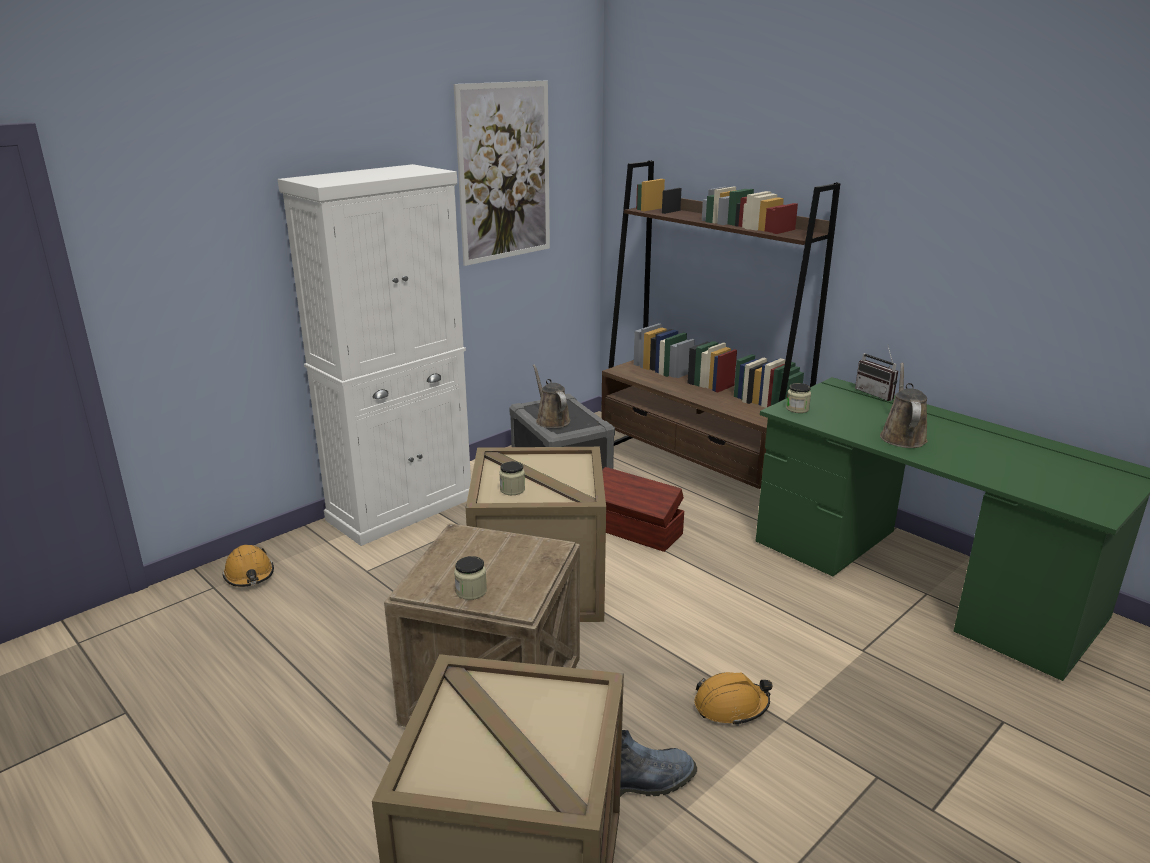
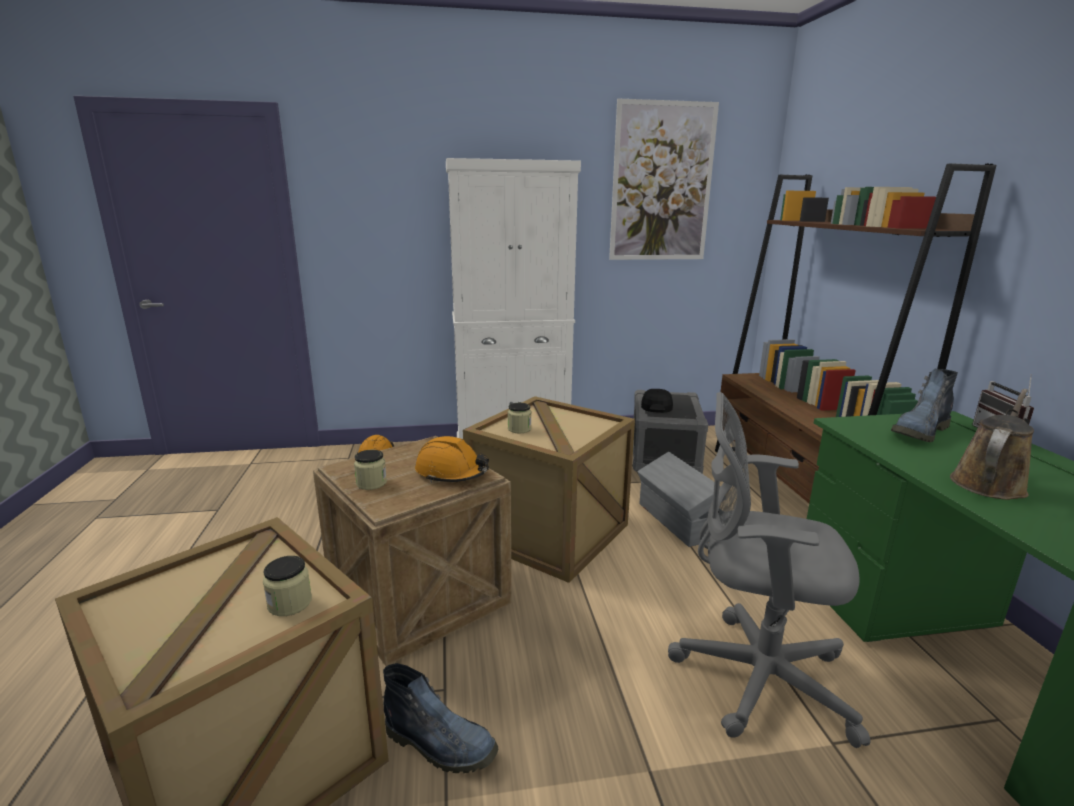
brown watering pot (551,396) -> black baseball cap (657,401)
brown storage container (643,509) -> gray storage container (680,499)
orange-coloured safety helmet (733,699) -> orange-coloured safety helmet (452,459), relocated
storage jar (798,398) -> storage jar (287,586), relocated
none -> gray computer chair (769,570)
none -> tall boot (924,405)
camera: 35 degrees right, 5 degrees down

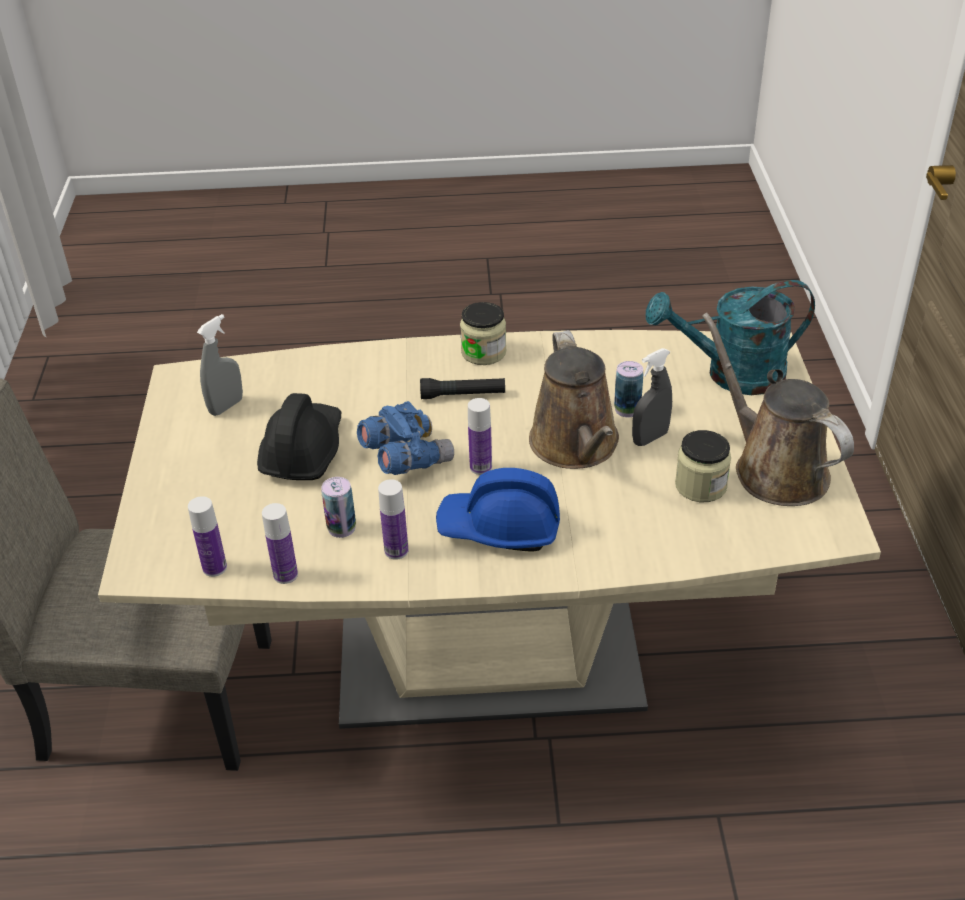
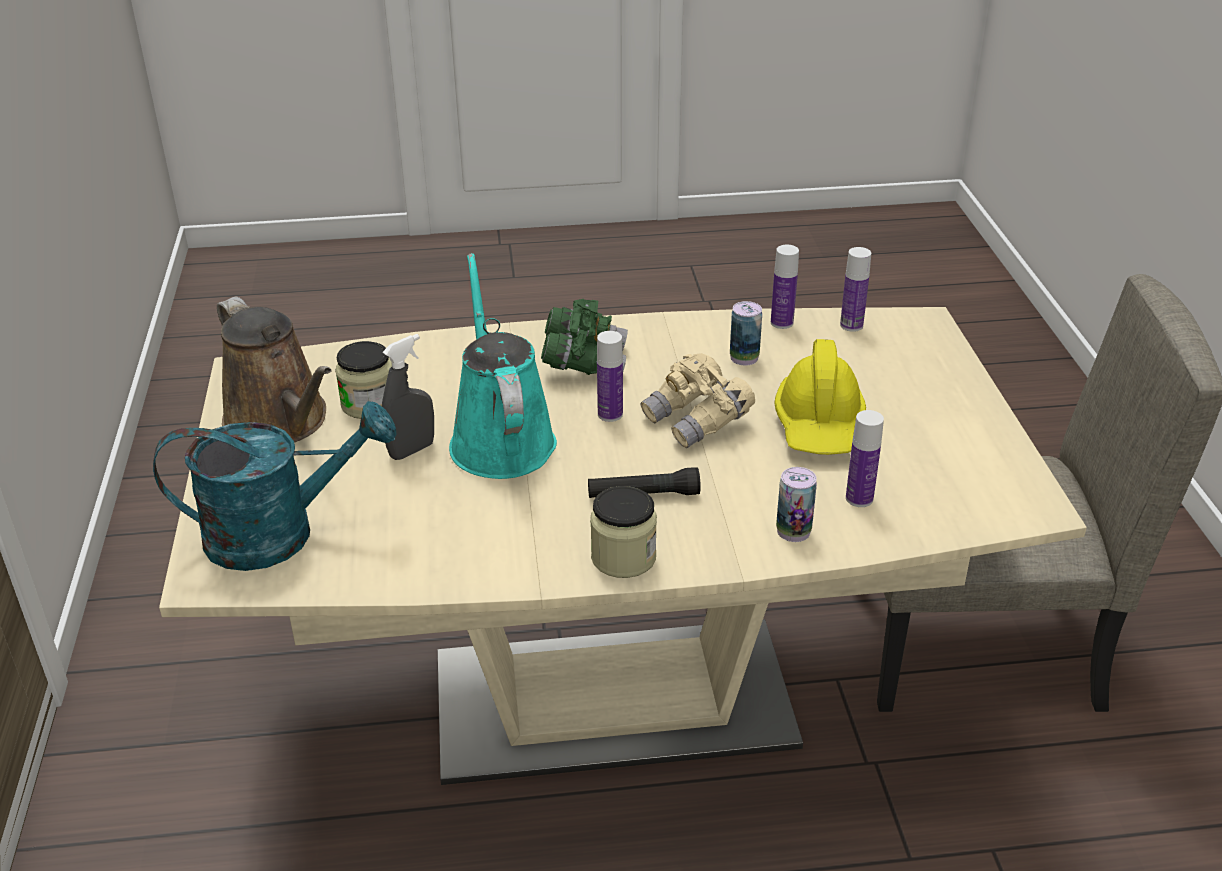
gray sprayer (220,365) -> none
black safety helmet (299,436) -> yellow-coloured safety helmet (820,397)
bluish field glasses (405,438) -> beige-coloured field glasses (698,400)
bottle (393,519) -> bottle (865,458), relocated
bluish safety helmet (498,510) -> green-coloured field glasses (584,337)
brown watering pot (574,399) -> turquoise-coloured watering pot (503,366)
metal can (629,389) -> metal can (796,504), relocated
camera: 175 degrees right, 5 degrees down

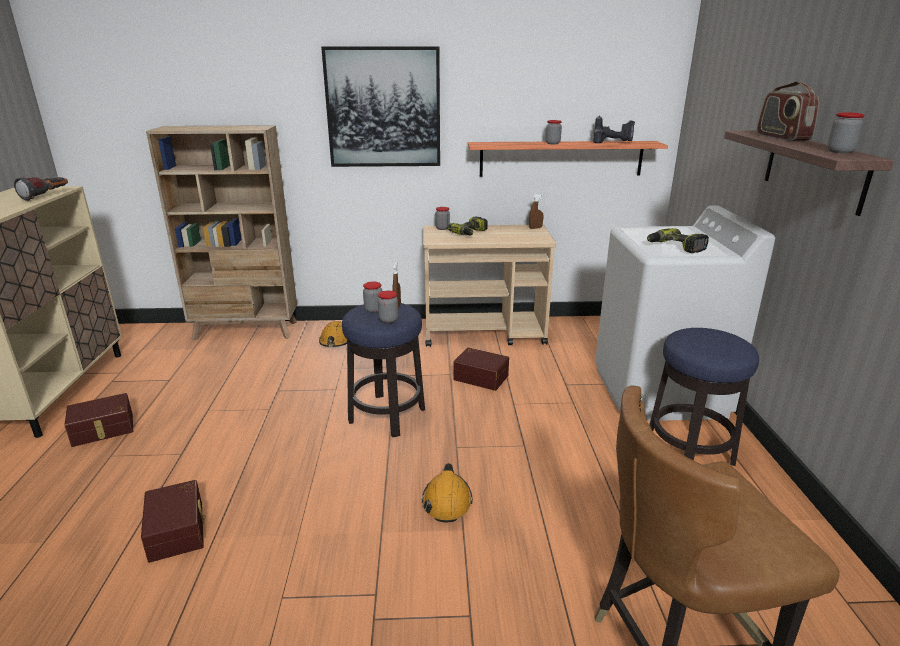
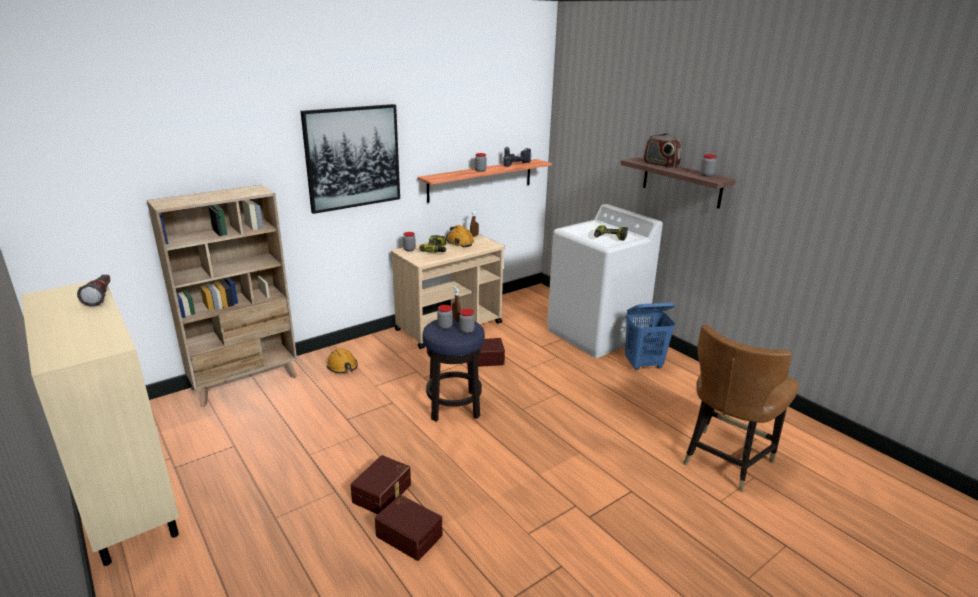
brown storage container (98,420) -> brown storage container (380,484), relocated
orange-coloured safety helmet (447,492) -> orange-coloured safety helmet (460,236), relocated
stool seat (704,397) -> bluish hamper (650,336)
camera: 35 degrees left, 0 degrees up

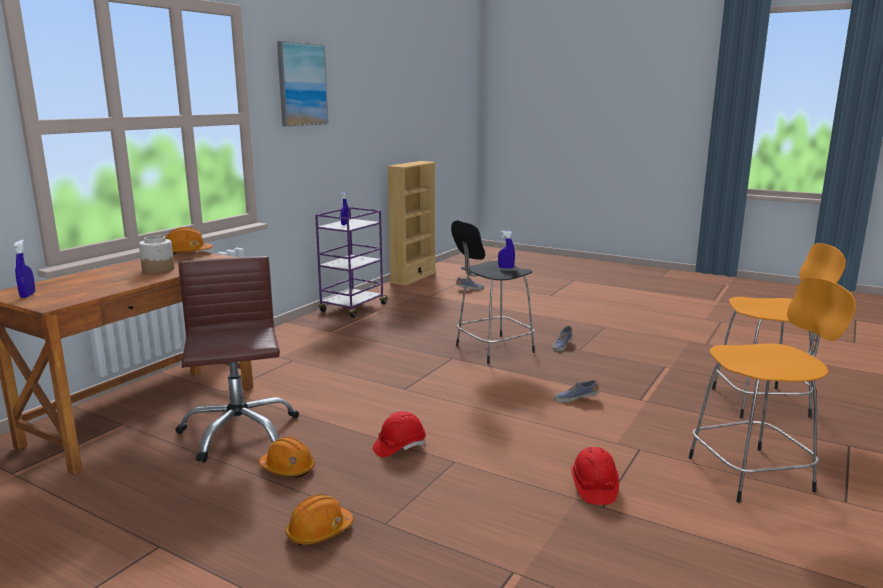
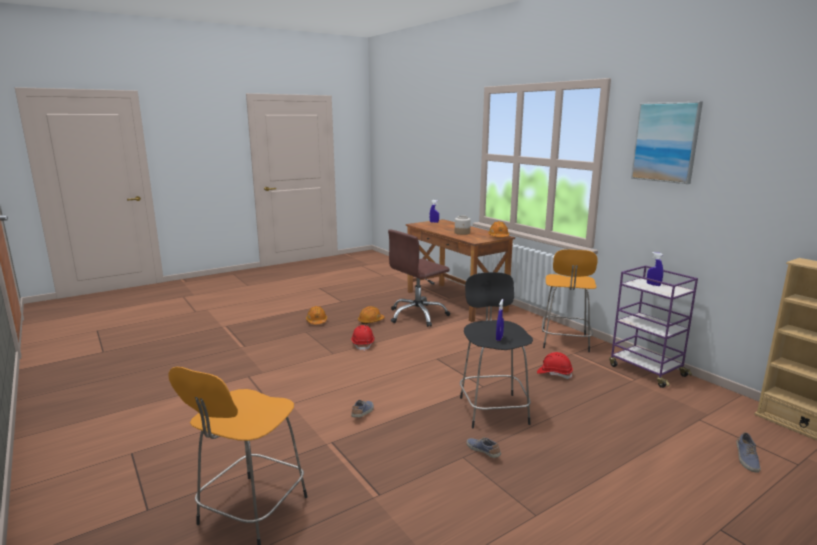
brown computer chair (237,359) -> brown computer chair (419,278), 135 degrees clockwise
reddish safety helmet (595,476) -> reddish safety helmet (555,365), relocated
orange-coloured stool seat (772,390) -> orange-coloured stool seat (570,300), relocated
camera: 115 degrees right, 0 degrees up

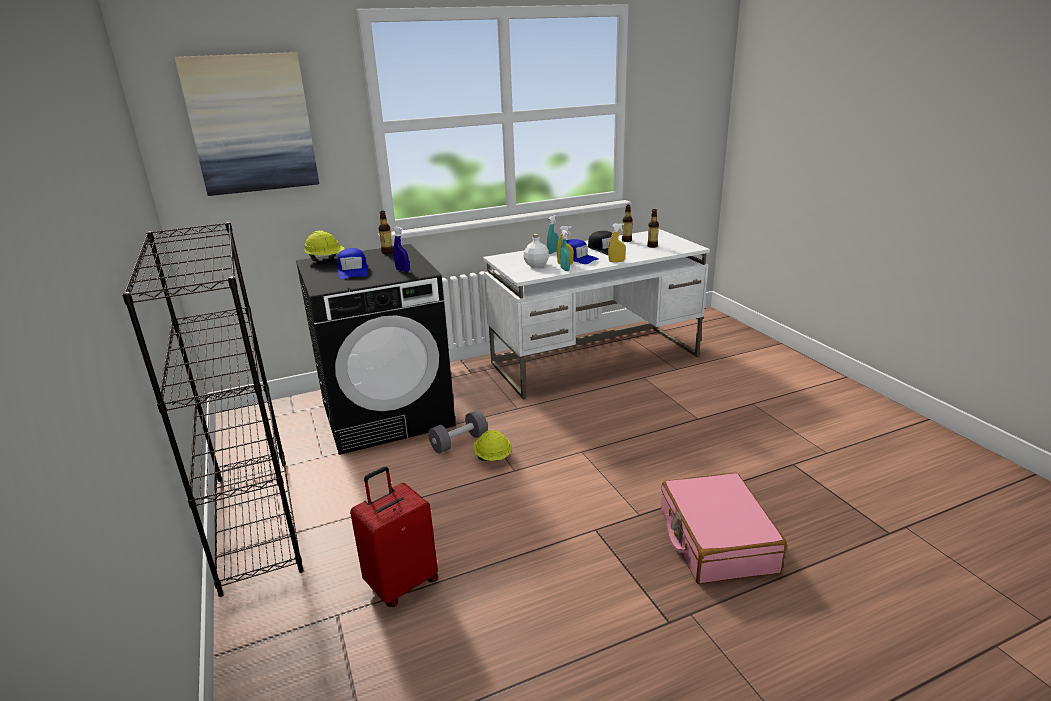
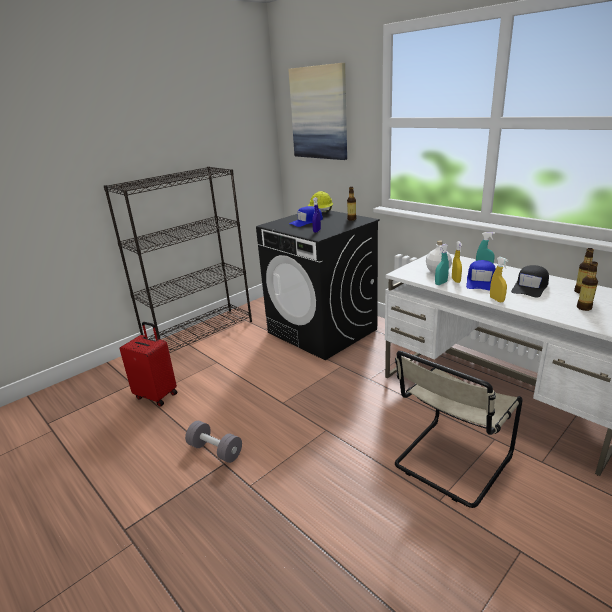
gray free weight (458,431) -> gray free weight (213,442), relocated
yellow-coloured safety helmet (492,445) -> none
pink travel case (724,528) -> none
none -> beige-coloured upright chair (459,429)
camera: 70 degrees right, 0 degrees up

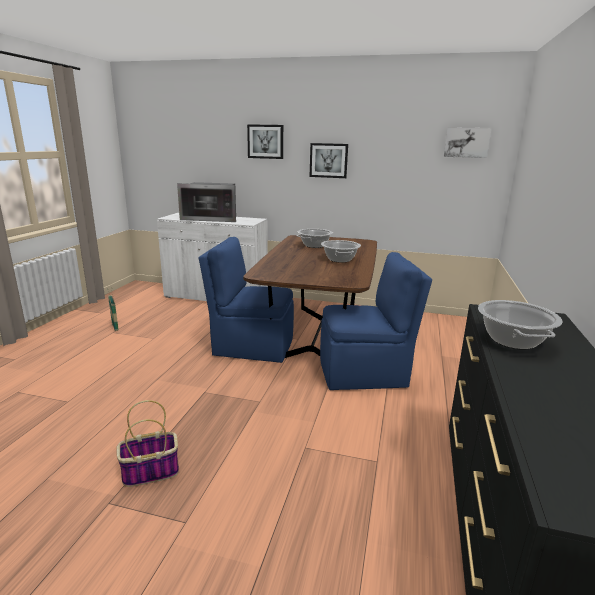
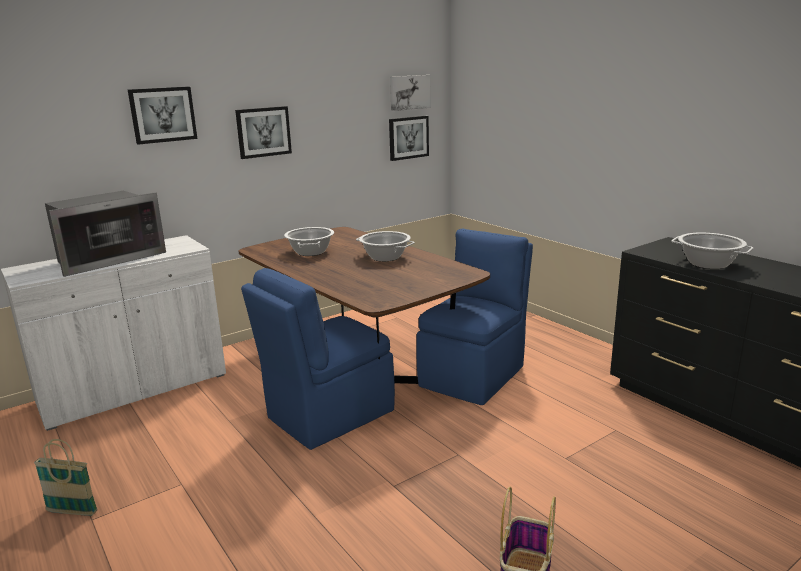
none -> picture (409,138)
camera: 50 degrees left, 0 degrees up

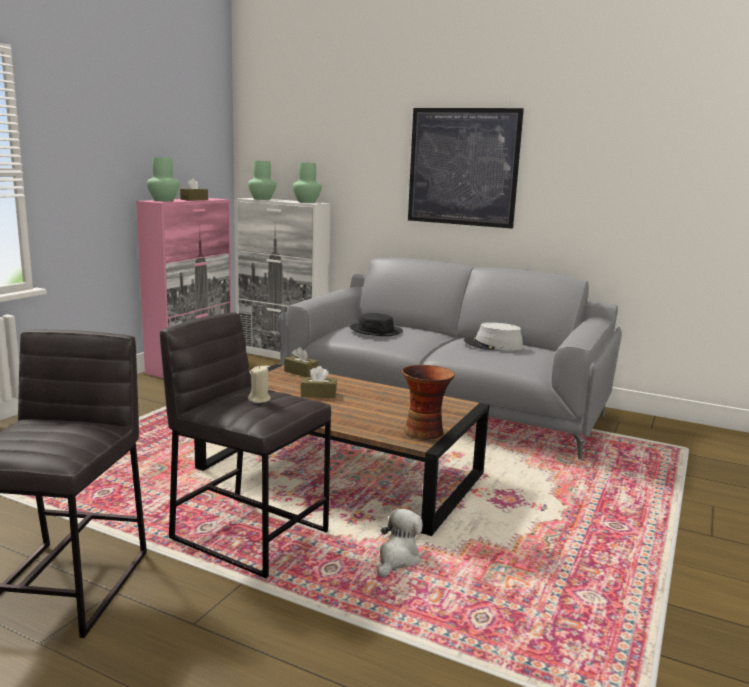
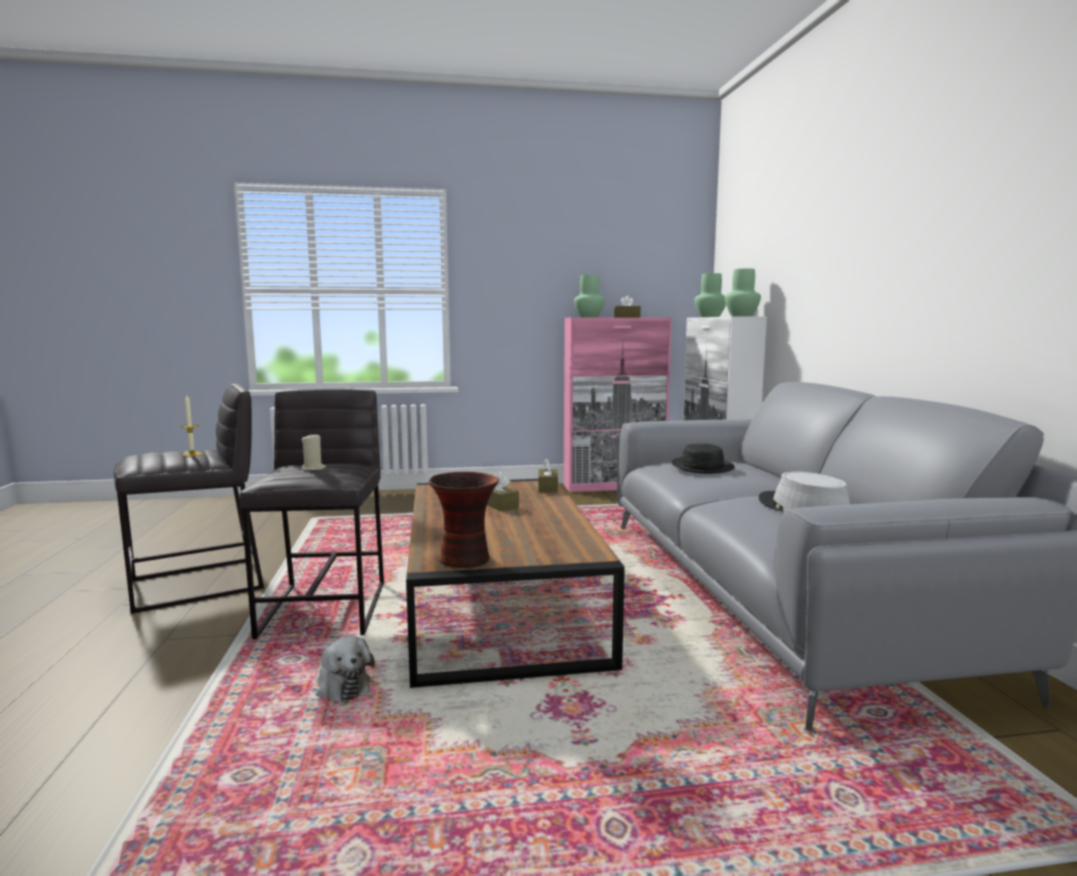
cuddly toy (400,543) -> cuddly toy (345,669), 60 degrees clockwise
picture (466,168) -> none
none -> wax light (192,426)
camera: 55 degrees right, 5 degrees down

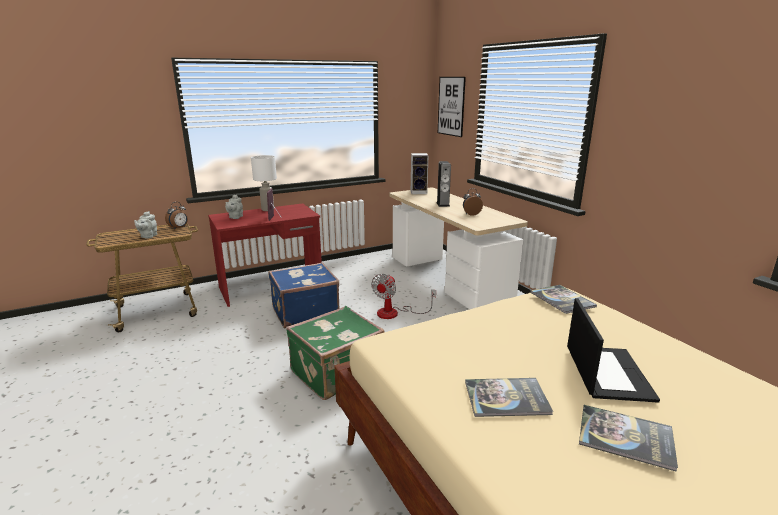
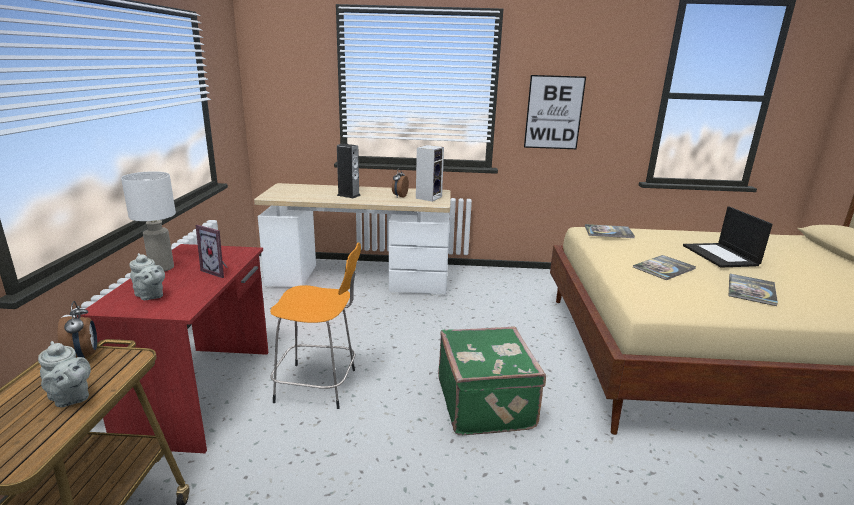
bluish travel case (304,295) -> orange-coloured stool seat (315,325)
cooling fan (403,296) -> none
loudspeaker (420,173) -> loudspeaker (430,173), relocated
picture (452,107) -> picture (555,112), relocated
portable computer (613,350) -> portable computer (728,237), 135 degrees counterclockwise
bound book (628,438) -> bound book (664,267), relocated
camera: 60 degrees left, 0 degrees up

